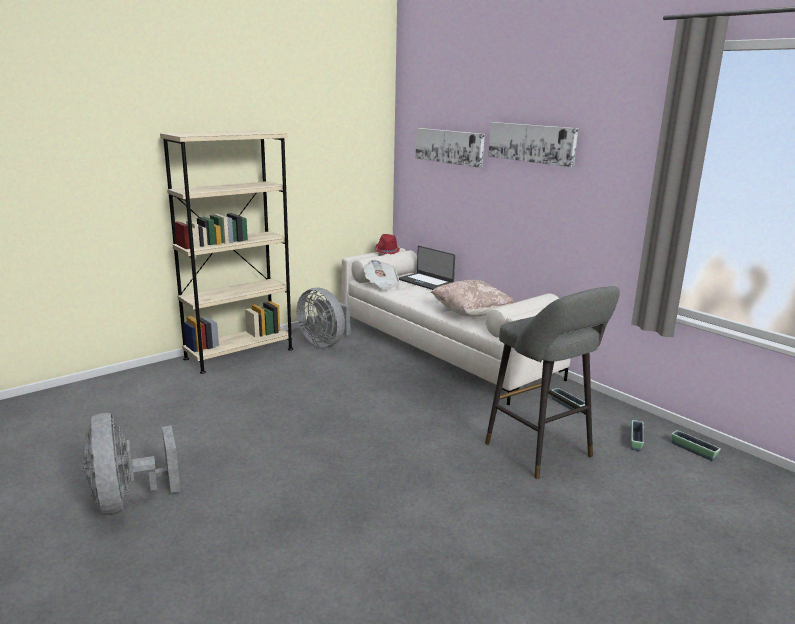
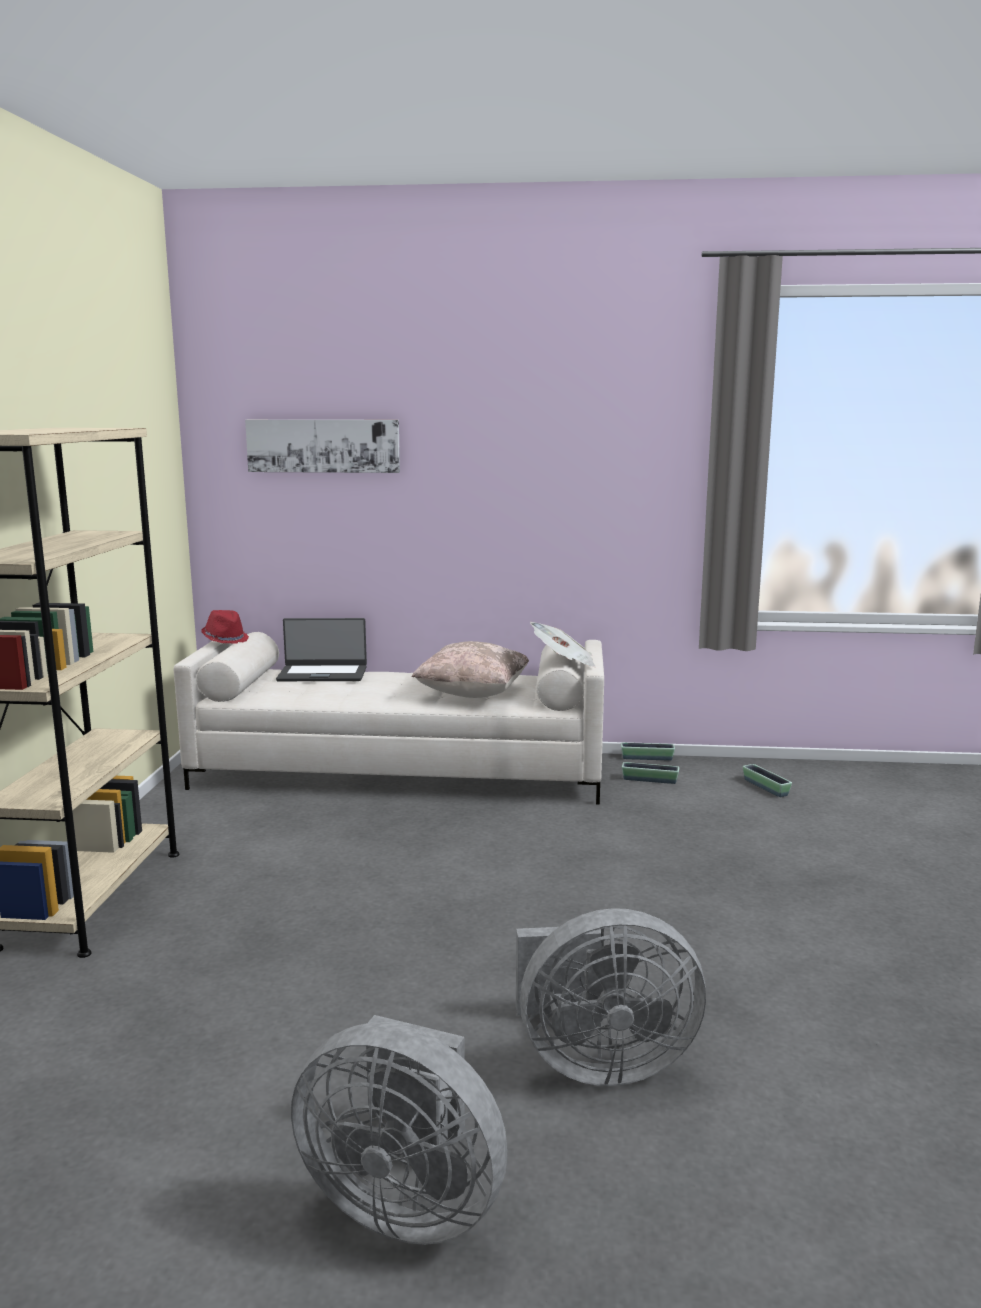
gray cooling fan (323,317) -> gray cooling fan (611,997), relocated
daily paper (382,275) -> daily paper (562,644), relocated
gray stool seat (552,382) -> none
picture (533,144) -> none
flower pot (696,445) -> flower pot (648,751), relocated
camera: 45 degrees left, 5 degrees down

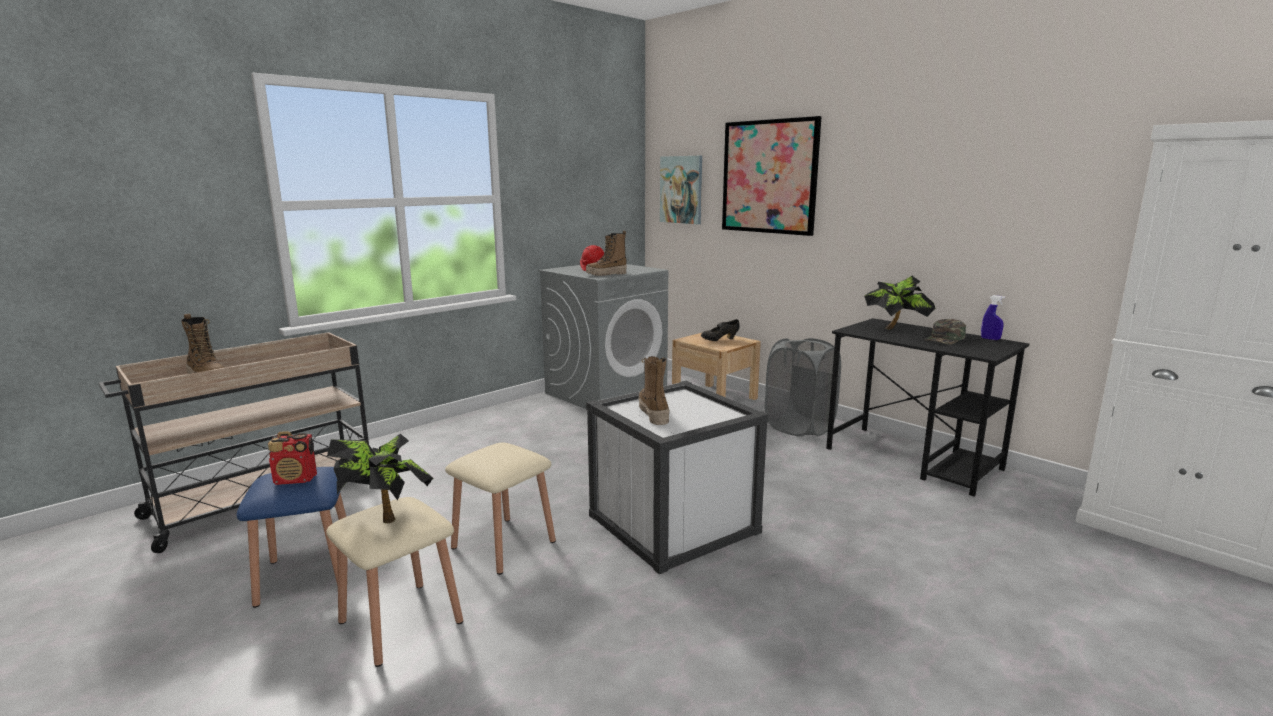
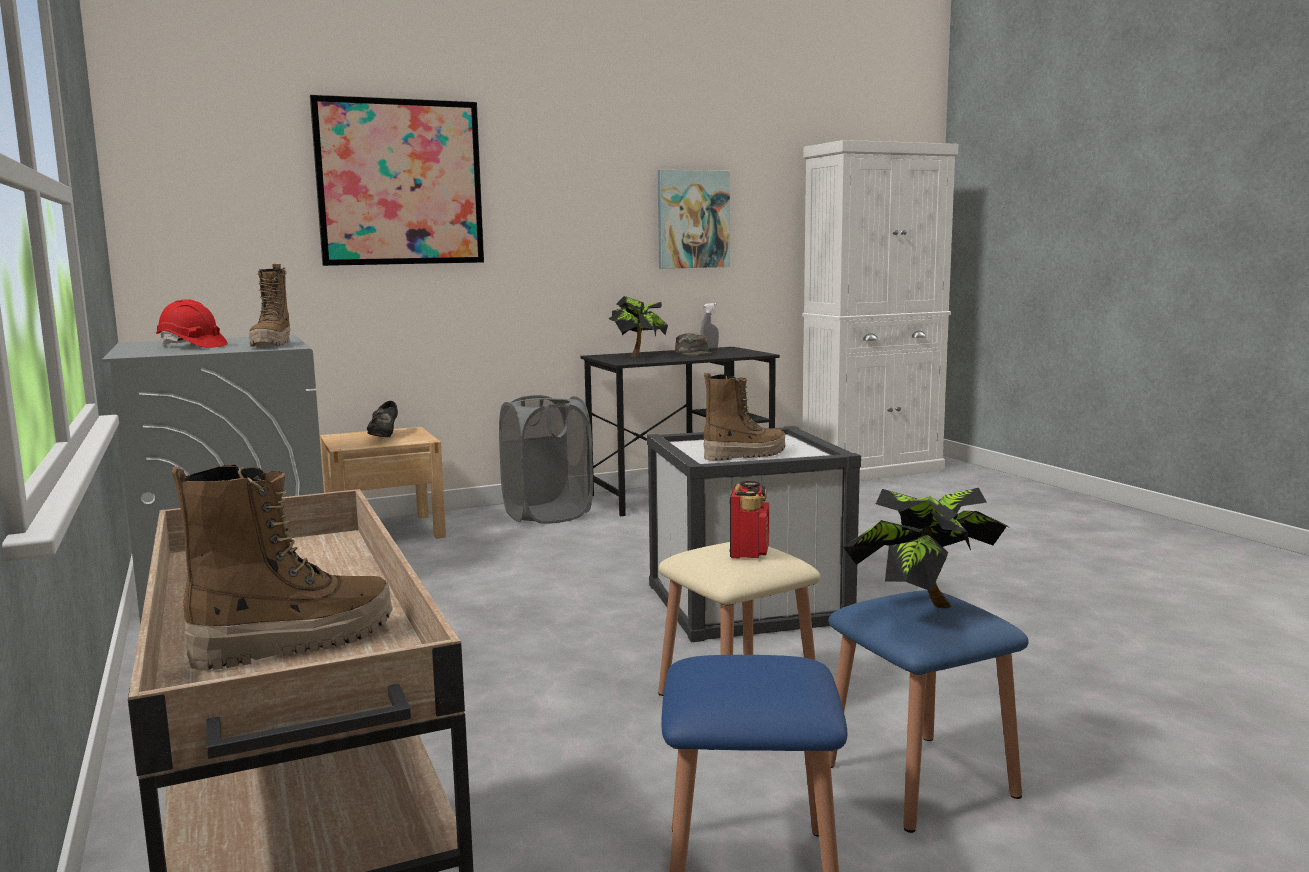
radio set (292,458) -> radio set (749,520), relocated
beige-coloured stool seat (394,582) -> bluish stool seat (929,711)
tall boot (654,390) -> tall boot (744,417), 150 degrees clockwise
picture (681,190) -> picture (694,219), relocated
bluish sprayer (993,317) -> gray sprayer (710,326)
camera: 70 degrees left, 5 degrees down

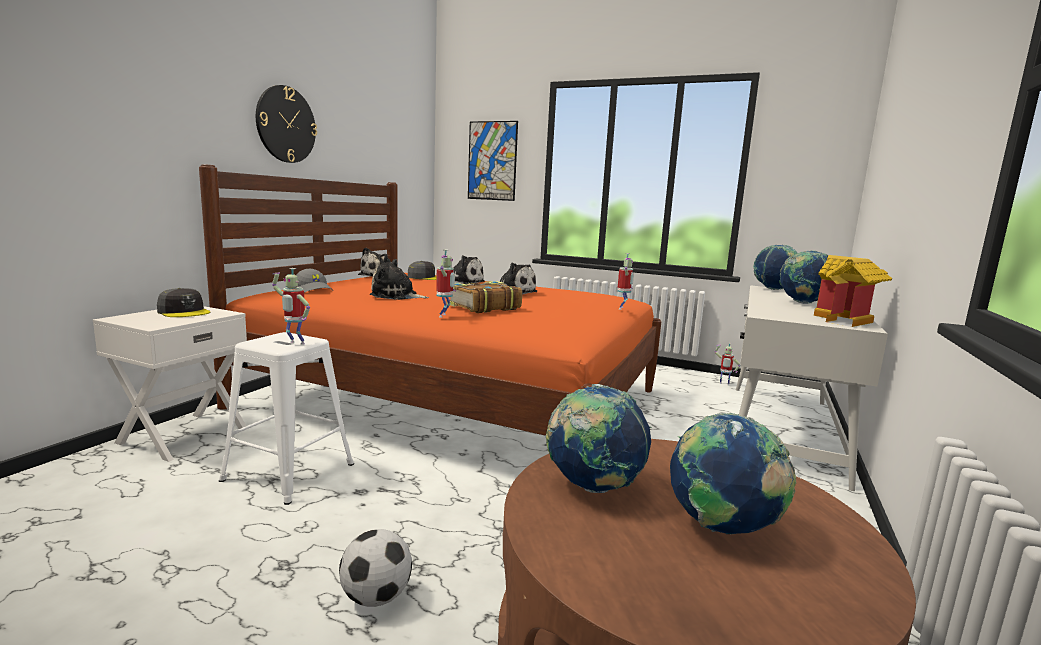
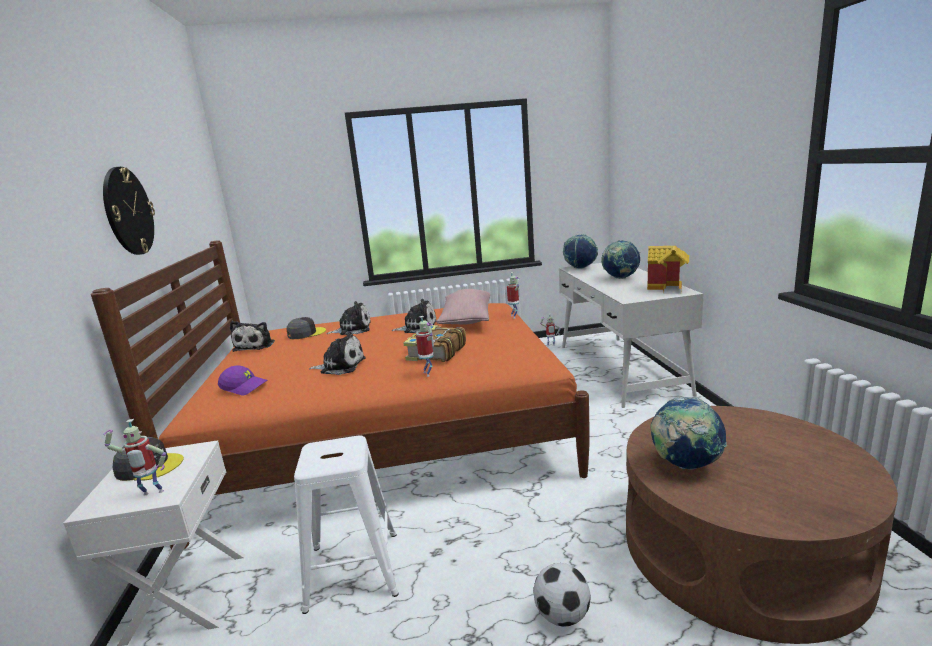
model robot (291,306) -> model robot (134,457), relocated
gray baseball cap (315,281) -> purplish baseball cap (242,380)
cuddly toy (399,279) -> cuddly toy (337,353), 150 degrees counterclockwise
picture (493,161) -> none
world globe (733,473) -> none
none -> pink throw pillow (463,307)
camera: 30 degrees left, 5 degrees up

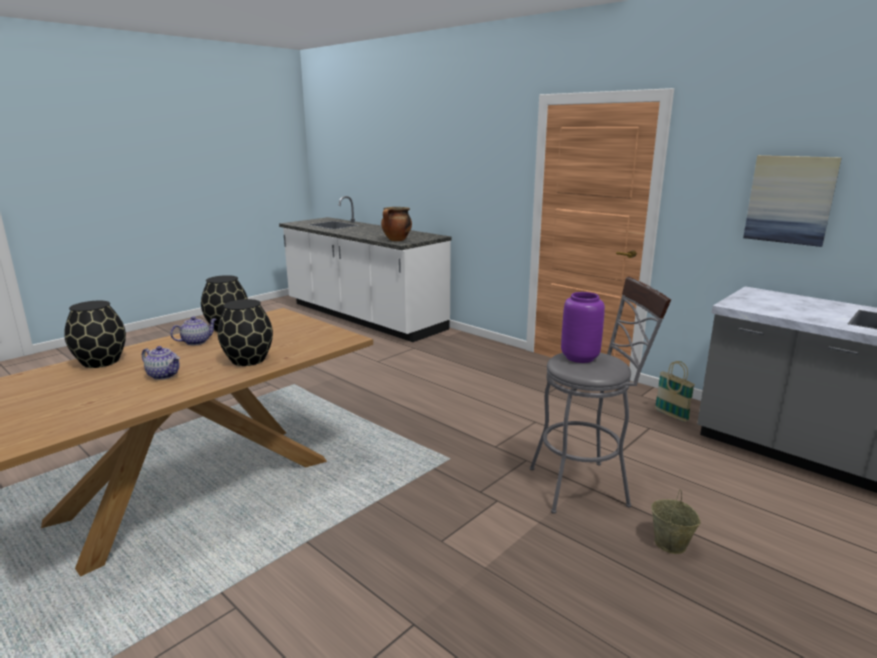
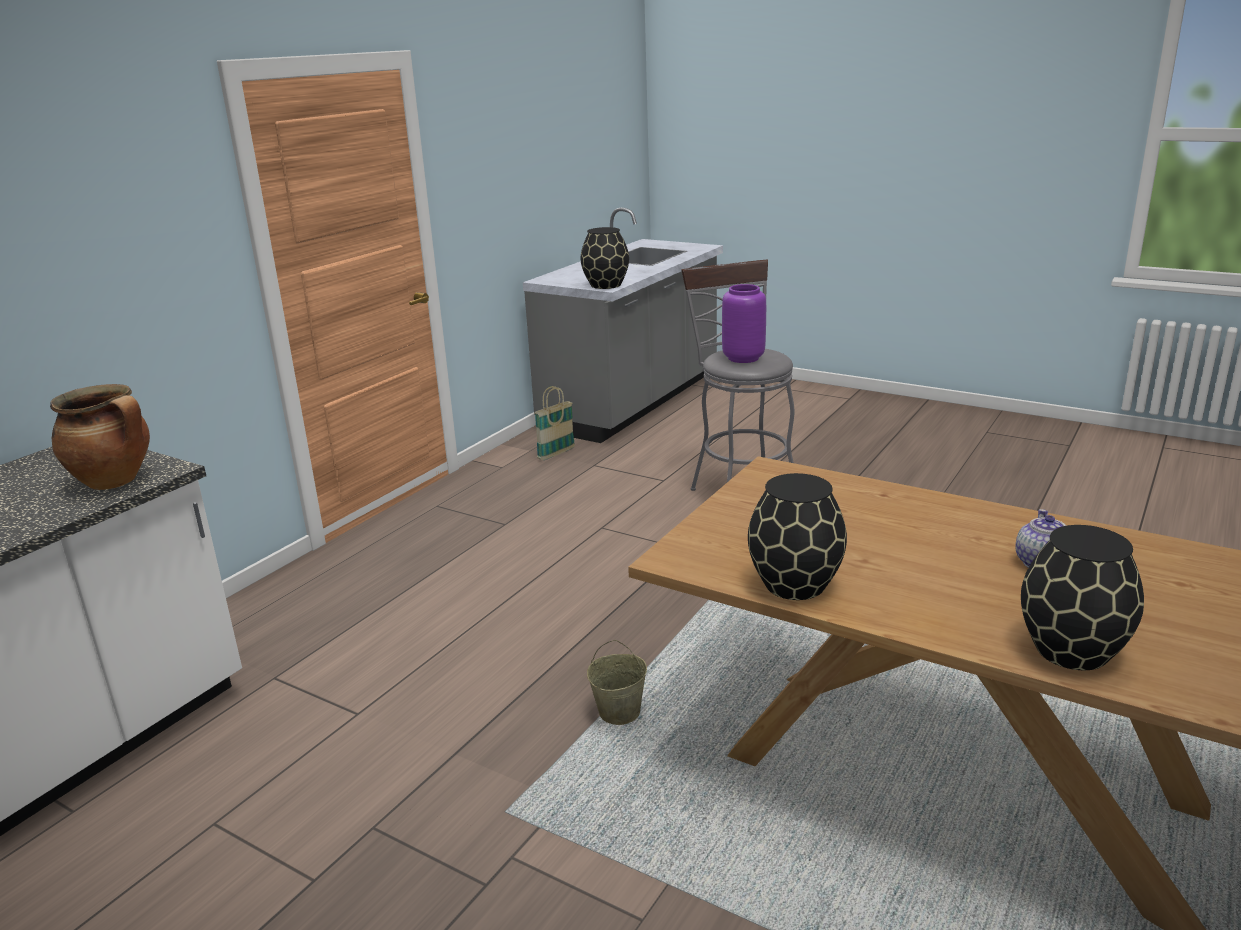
teapot (193,330) -> none
black vase (245,332) -> black vase (605,258), relocated
beige-coloured pail (676,522) -> beige-coloured pail (617,682), relocated
picture (792,201) -> none
camera: 100 degrees left, 5 degrees up

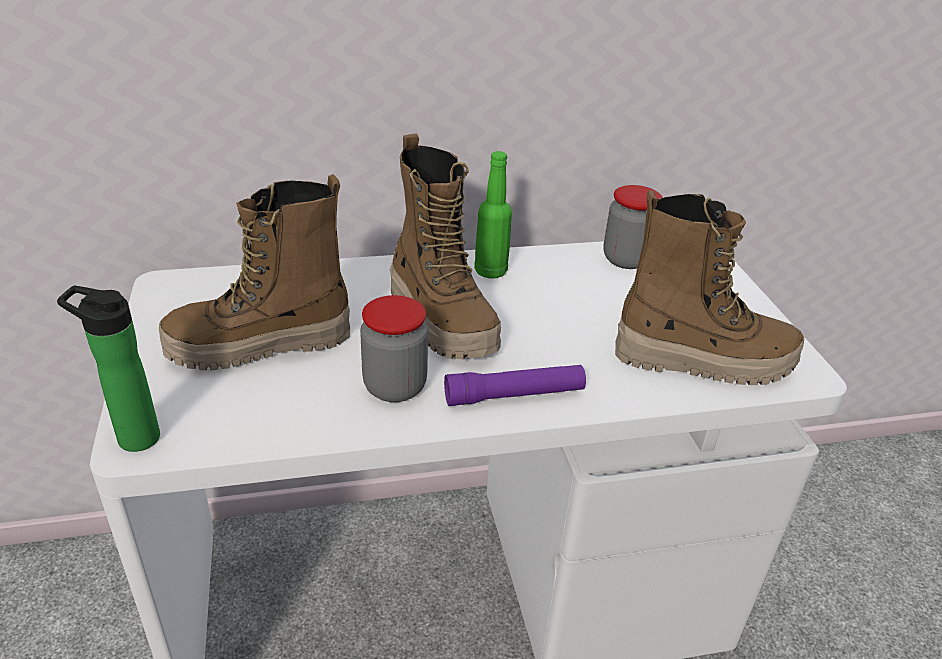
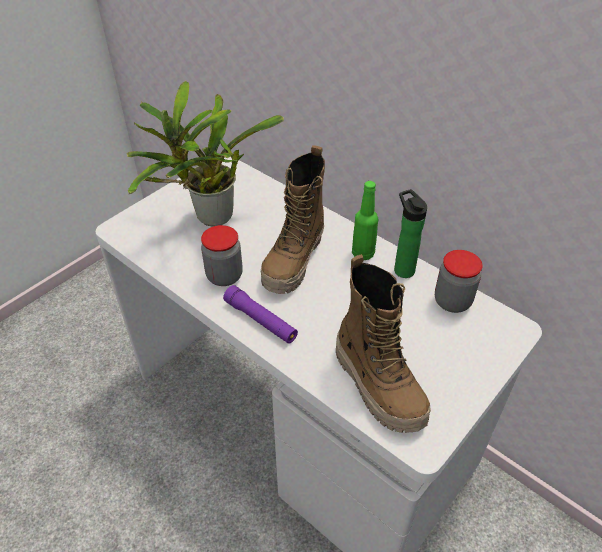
bottle (108,369) -> bottle (410,233), relocated
tall boot (254,272) -> plant in a pot (205,153)
camera: 55 degrees right, 10 degrees up

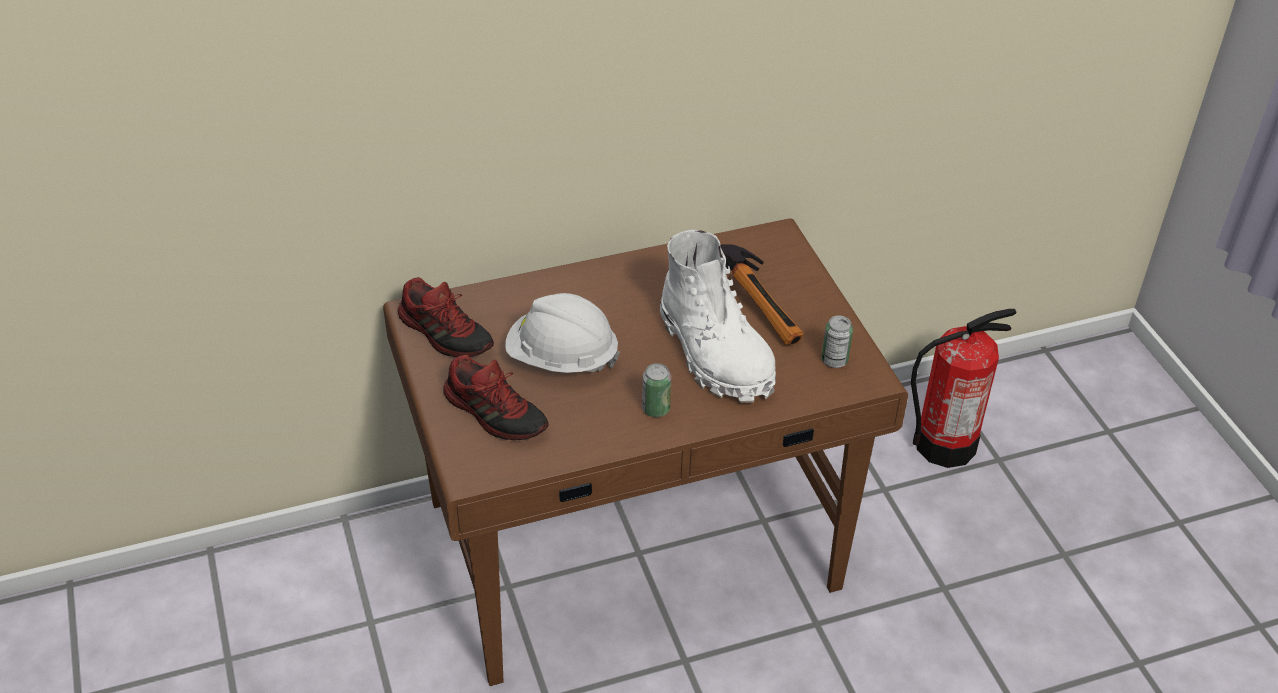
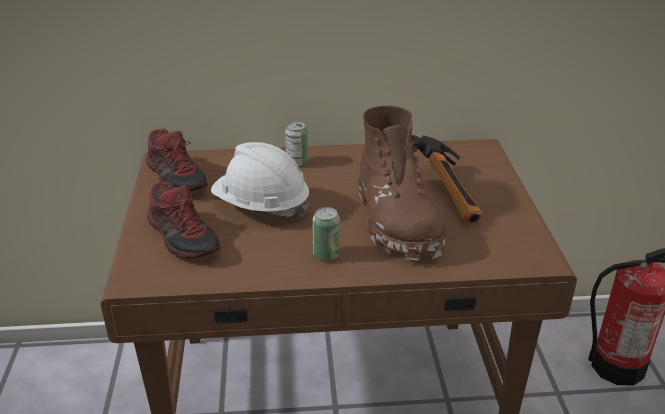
white-coloured tall boot (718,316) -> brown tall boot (402,183)
metal can (837,341) -> metal can (296,144), relocated
camera: 15 degrees right, 10 degrees down

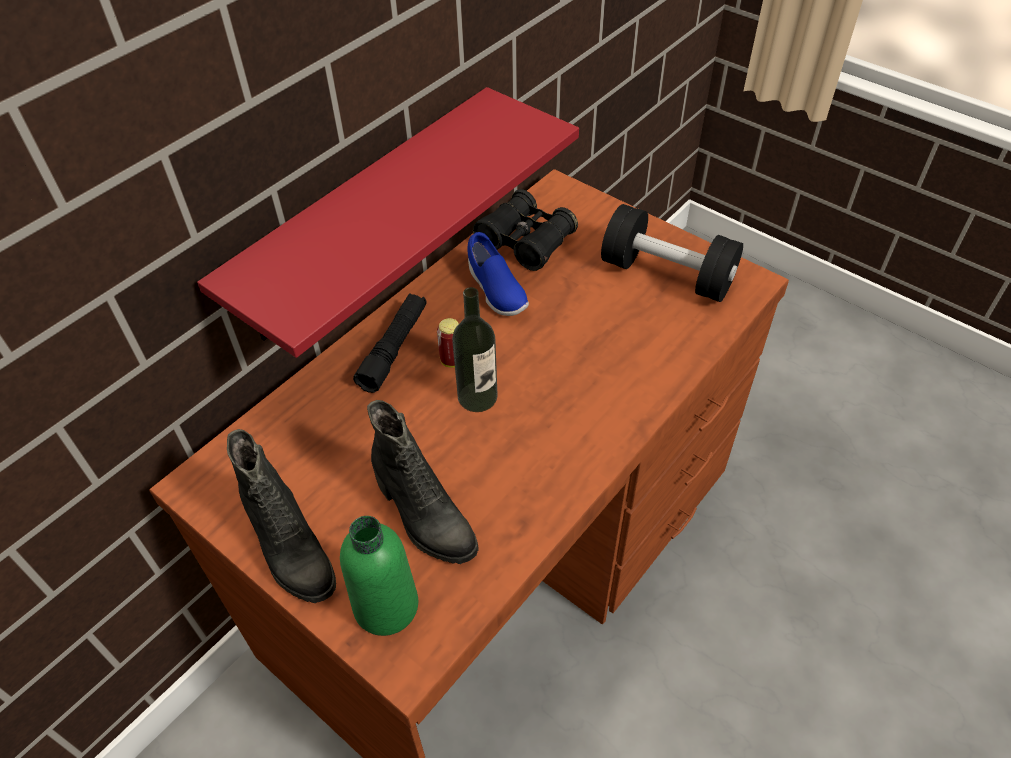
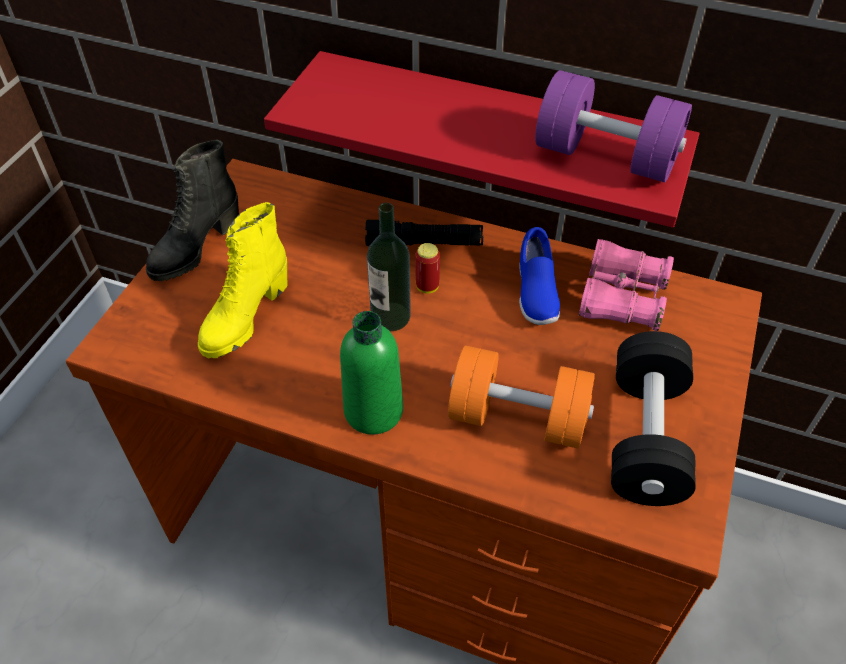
green-coloured bottle (379,576) -> green-coloured bottle (371,373), relocated
black tall boot (422,482) -> yellow-coloured tall boot (243,280)
bluish shoe (498,274) -> bluish shoe (539,276), 45 degrees counterclockwise
black field glasses (525,230) -> pink field glasses (626,285)
none -> orange-coloured free weight (521,397)
none -> purplish free weight (613,126)
camera: 70 degrees right, 0 degrees up

